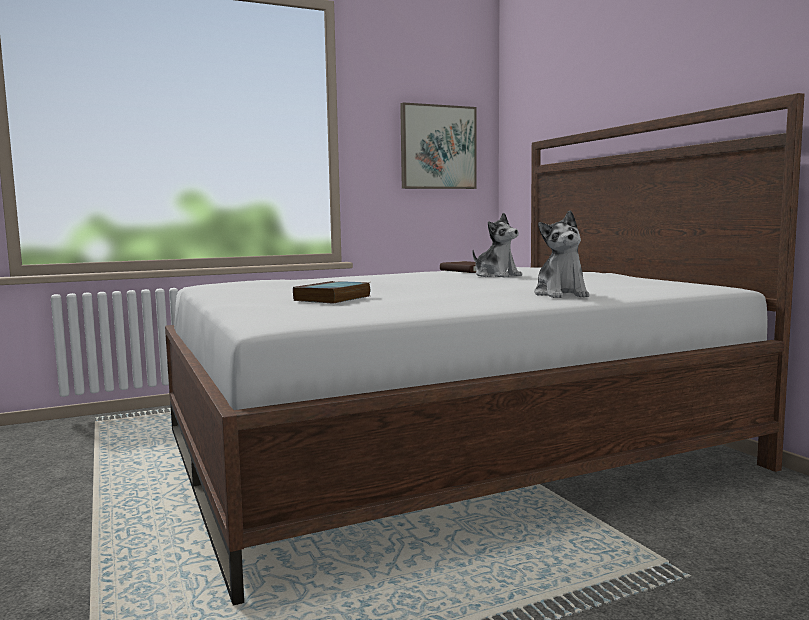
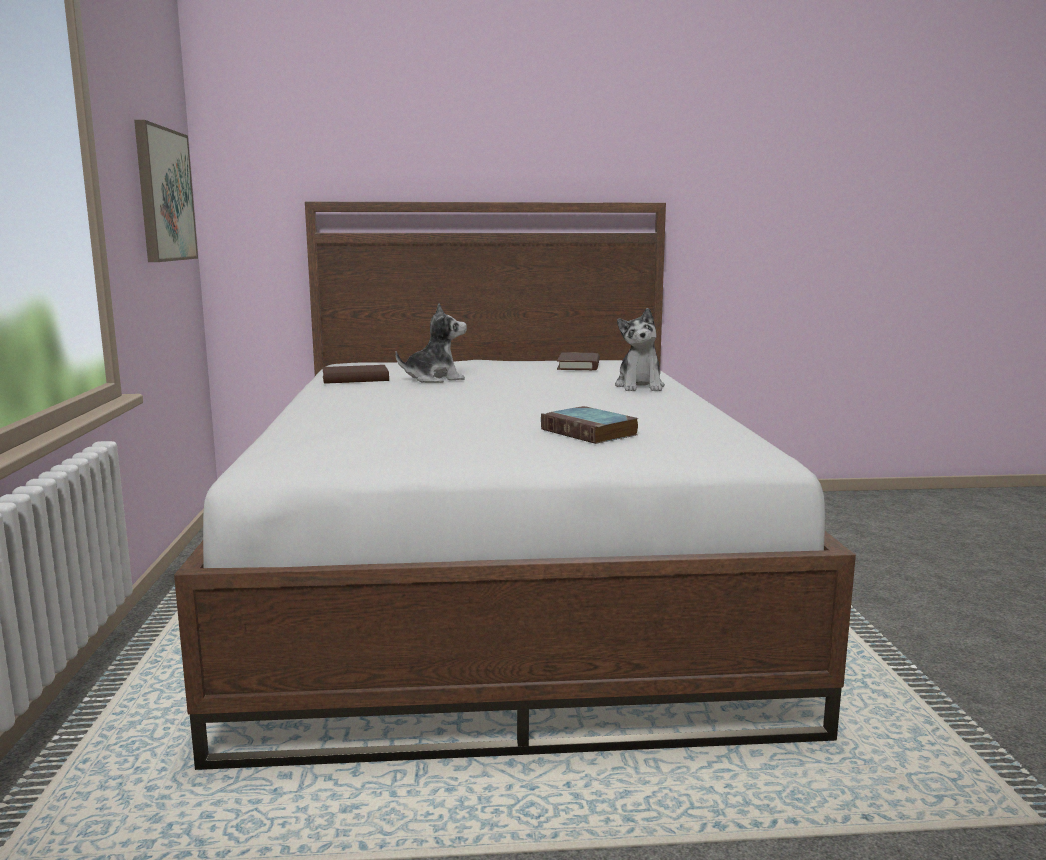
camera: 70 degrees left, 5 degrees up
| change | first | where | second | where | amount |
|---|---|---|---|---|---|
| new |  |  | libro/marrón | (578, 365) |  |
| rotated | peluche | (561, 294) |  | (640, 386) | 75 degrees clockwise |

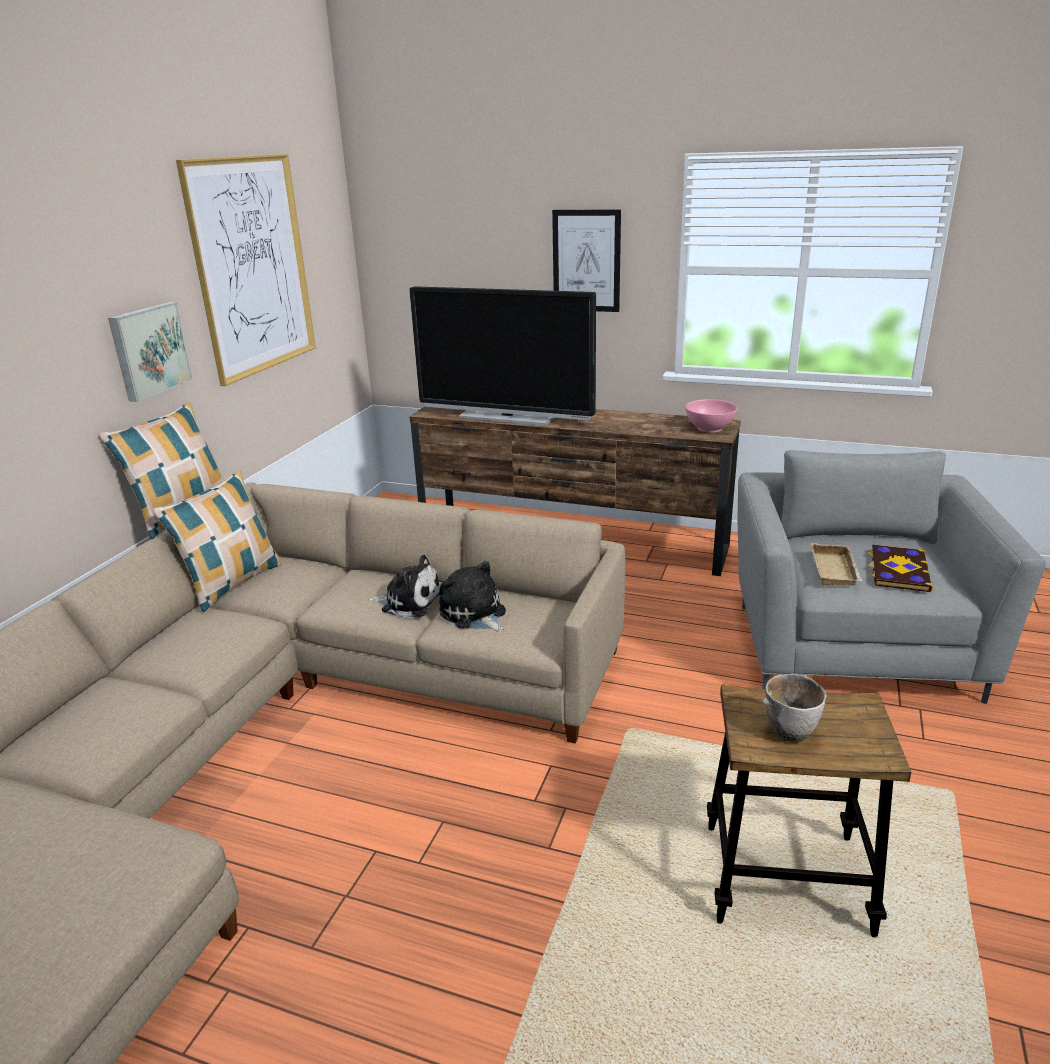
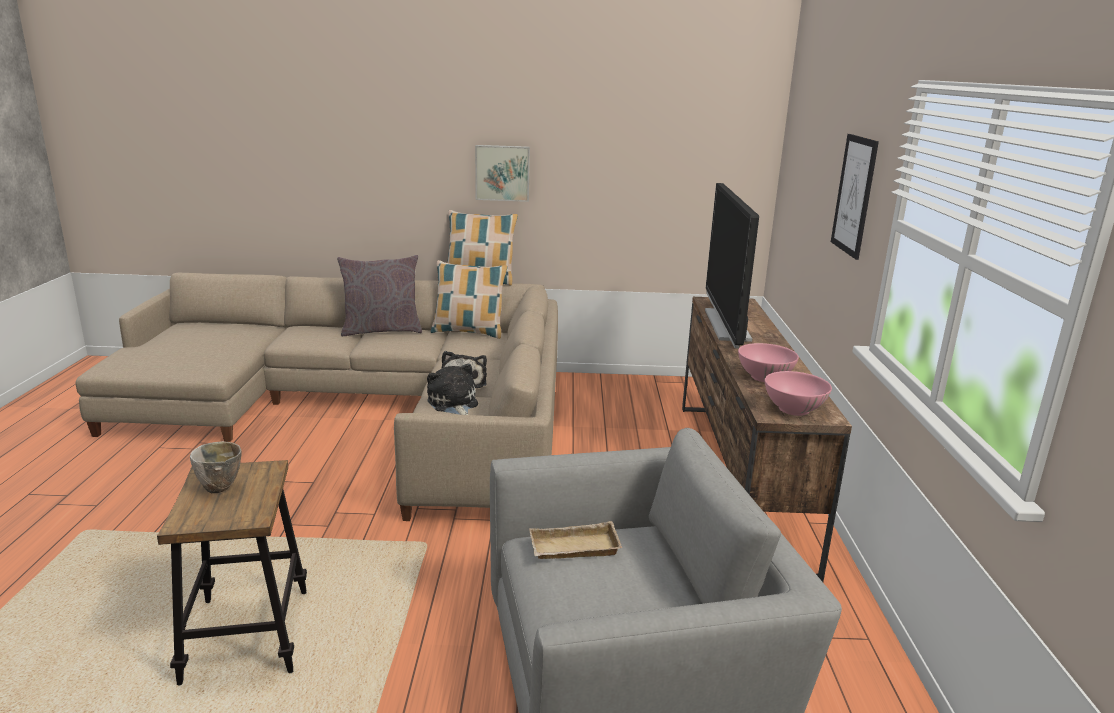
camera: 70 degrees right, 5 degrees down
| change | first | where | second | where | amount |
|---|---|---|---|---|---|
| gone | cuadro | (252, 266) |  |  |  |
| gone | libro | (898, 570) |  |  |  |
| new |  |  | cojín/gris | (381, 330) |  |
| new |  |  | cuenco/rosa | (764, 377) |  |
| rotated | peluche | (474, 614) |  | (453, 404) | 60 degrees counterclockwise |

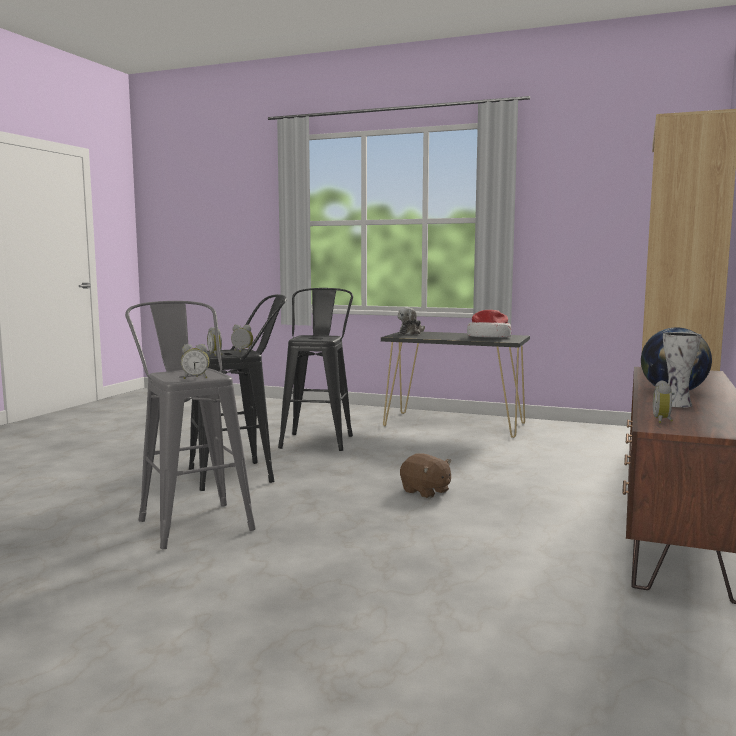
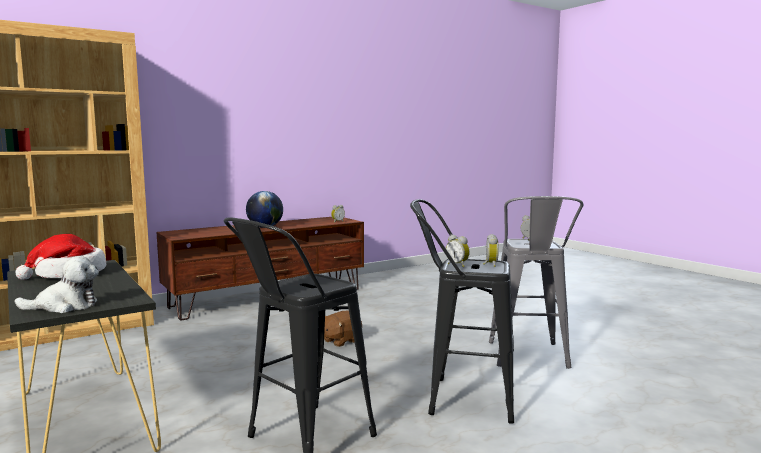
camera: 145 degrees left, 0 degrees up
| change | first | where | second | where | amount |
|---|---|---|---|---|---|
| gone | florero | (677, 405) |  |  |  |
| rotated | peluche/marrón | (425, 491) |  | (340, 341) | 120 degrees counterclockwise |

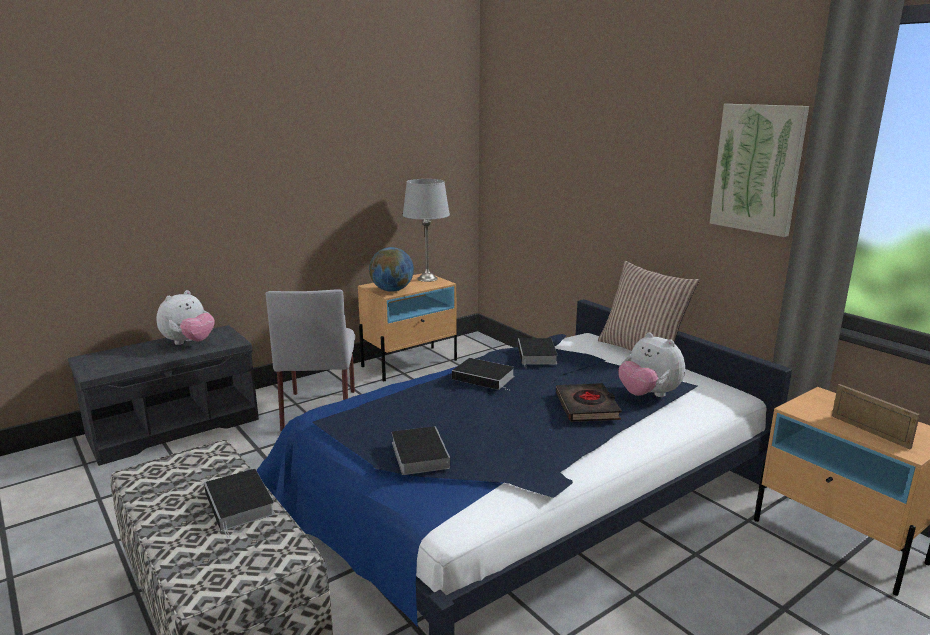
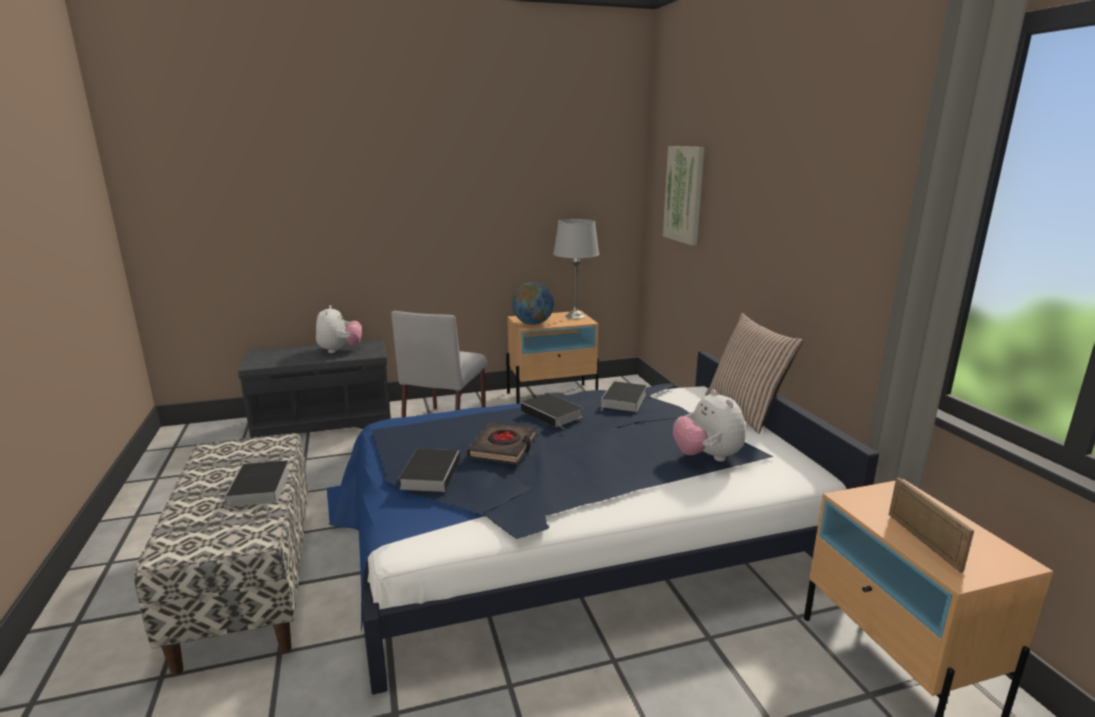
camera: 20 degrees right, 0 degrees up
| change | first | where | second | where | amount |
|---|---|---|---|---|---|
| shifted | libro/negro | (587, 407) |  | (503, 447) |  |
| shifted | cuadro | (757, 168) |  | (684, 194) |  |
| rotated | peluche | (189, 343) |  | (339, 350) | 60 degrees counterclockwise |

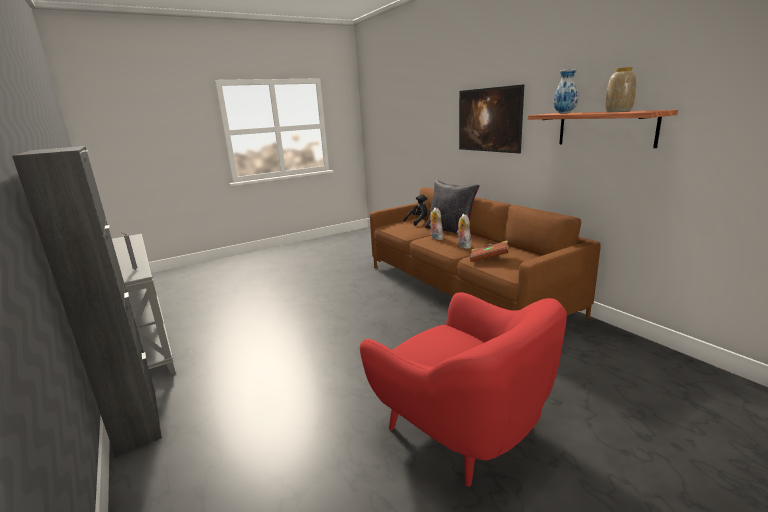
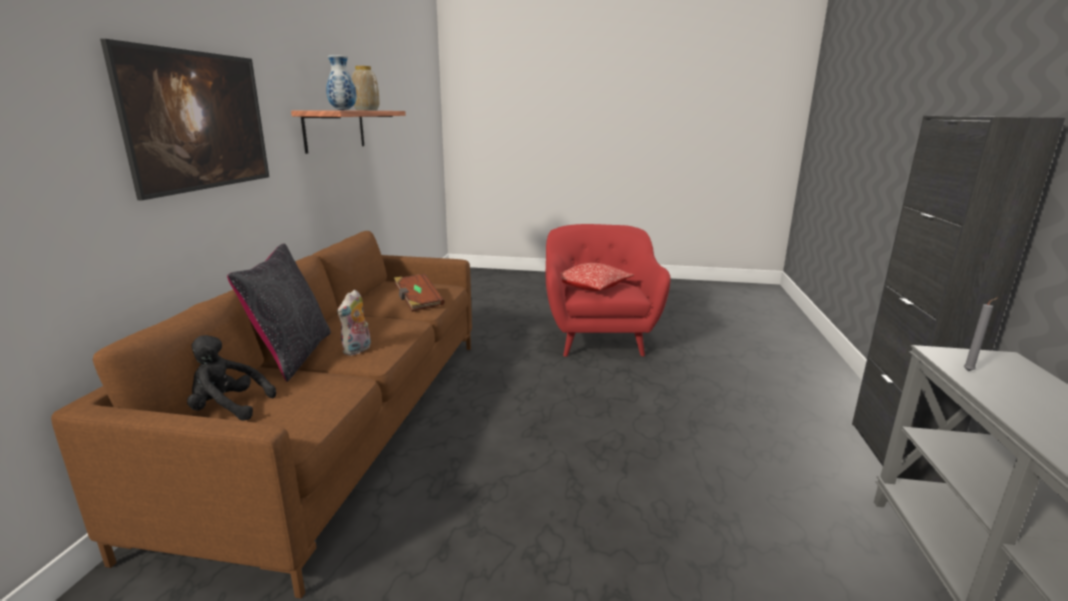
camera: 140 degrees left, 0 degrees up
| change | first | where | second | where | amount |
|---|---|---|---|---|---|
| gone | peluche | (463, 246) |  |  |  |
| new |  |  | cojín | (591, 286) |  |

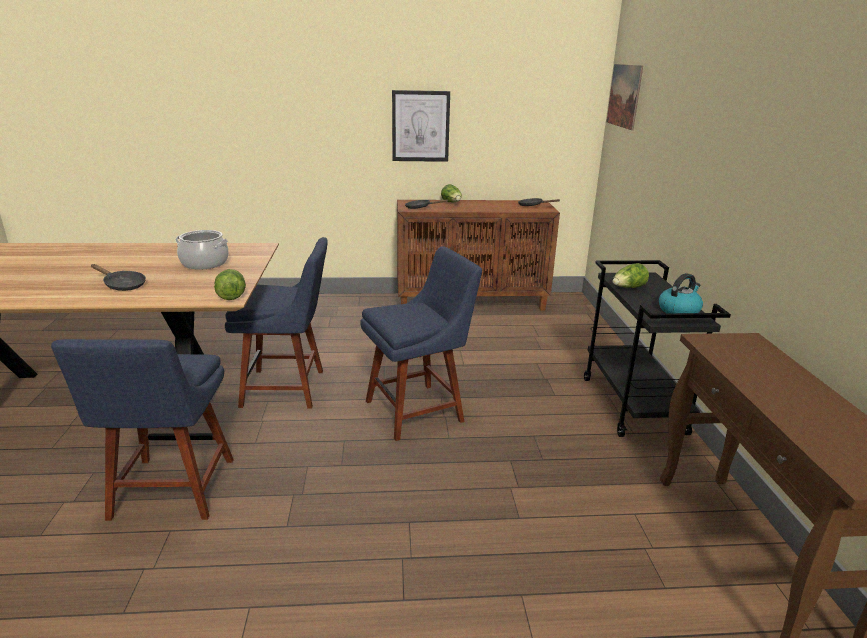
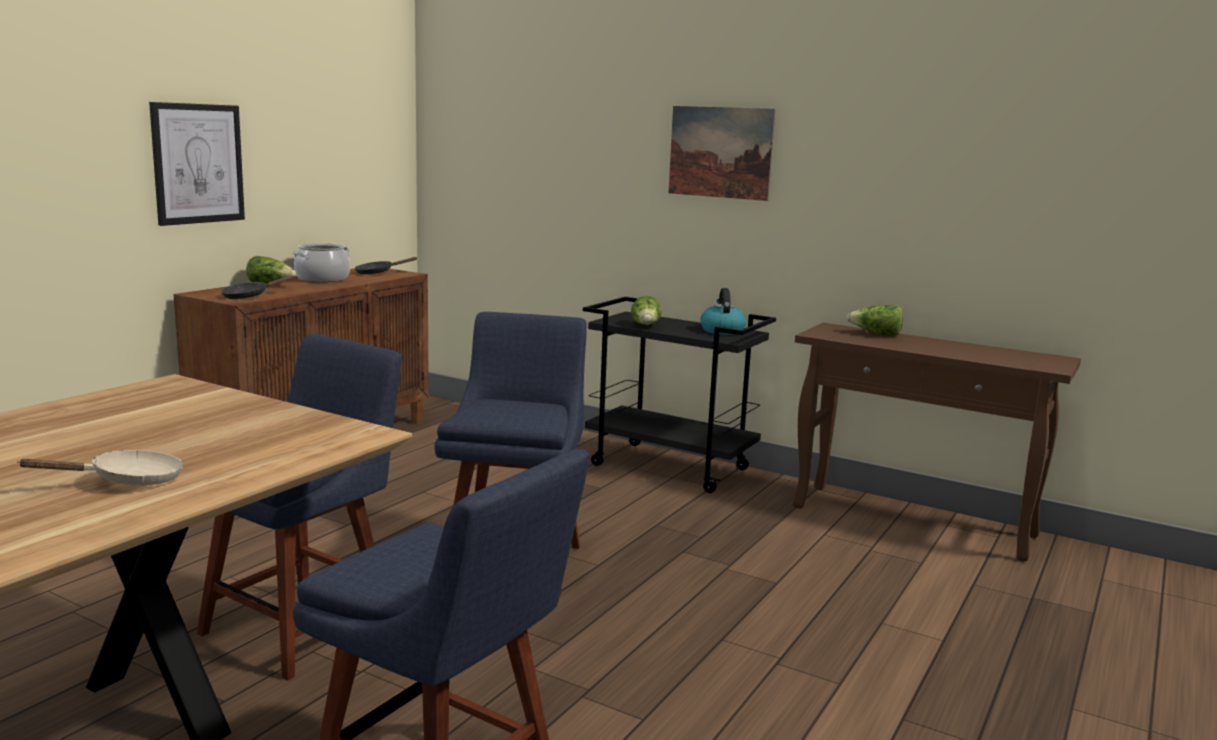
camera: 55 degrees left, 10 degrees down
| change | first | where | second | where | amount |
|---|---|---|---|---|---|
| shifted | olla | (204, 263) |  | (322, 279) |  |
| shifted | lechuga | (230, 294) |  | (876, 334) |  |
| shifted | cuadro | (624, 96) |  | (720, 152) |  |
| repainted | sartén/negro | (122, 285) | sartén/beis | (128, 480) |  |

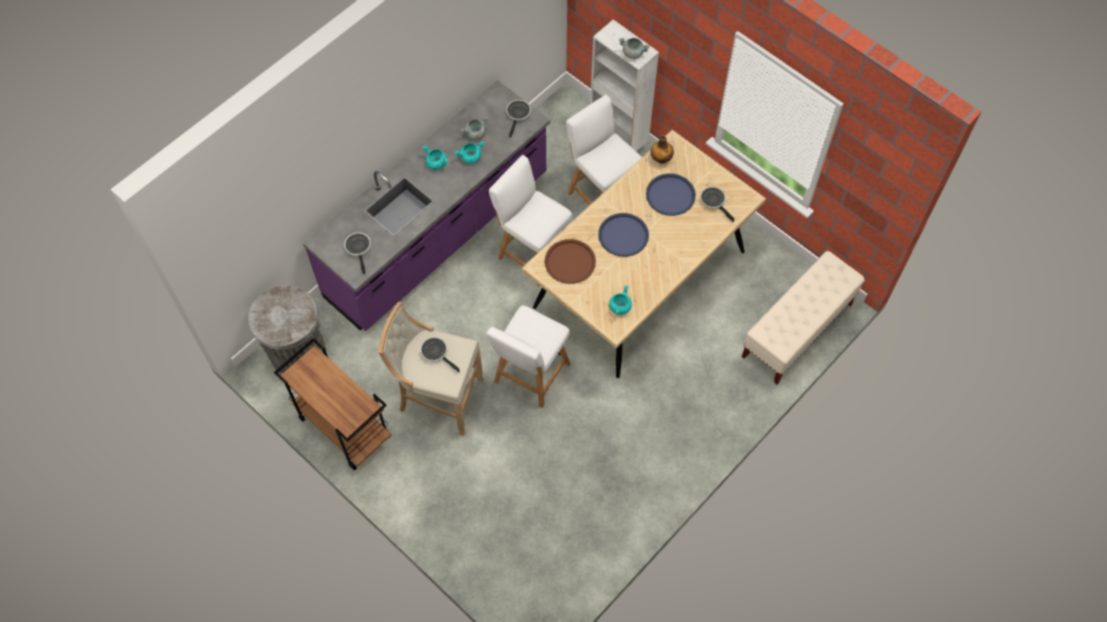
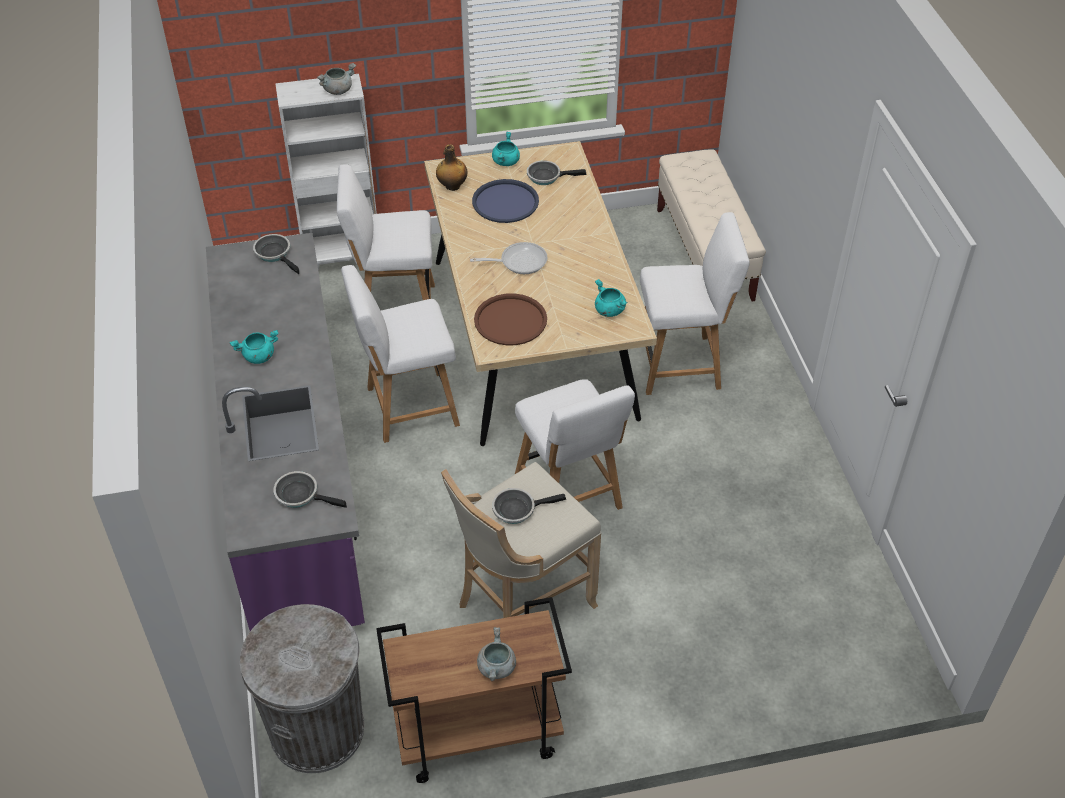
camera: 55 degrees left, 15 degrees down
| change | first | where | second | where | amount |
|---|---|---|---|---|---|
| new |  |  | silla/blanco | (682, 364) |  |
| shifted | olla/turquesa | (470, 158) |  | (506, 162) |  |
| shifted | olla/gris | (475, 134) |  | (497, 668) |  |
| swapped | bandeja/azul | (623, 235) | sartén | (519, 261) |  |

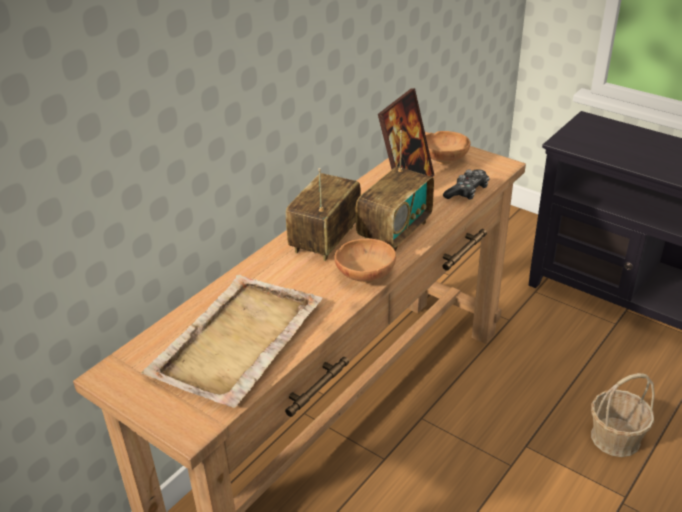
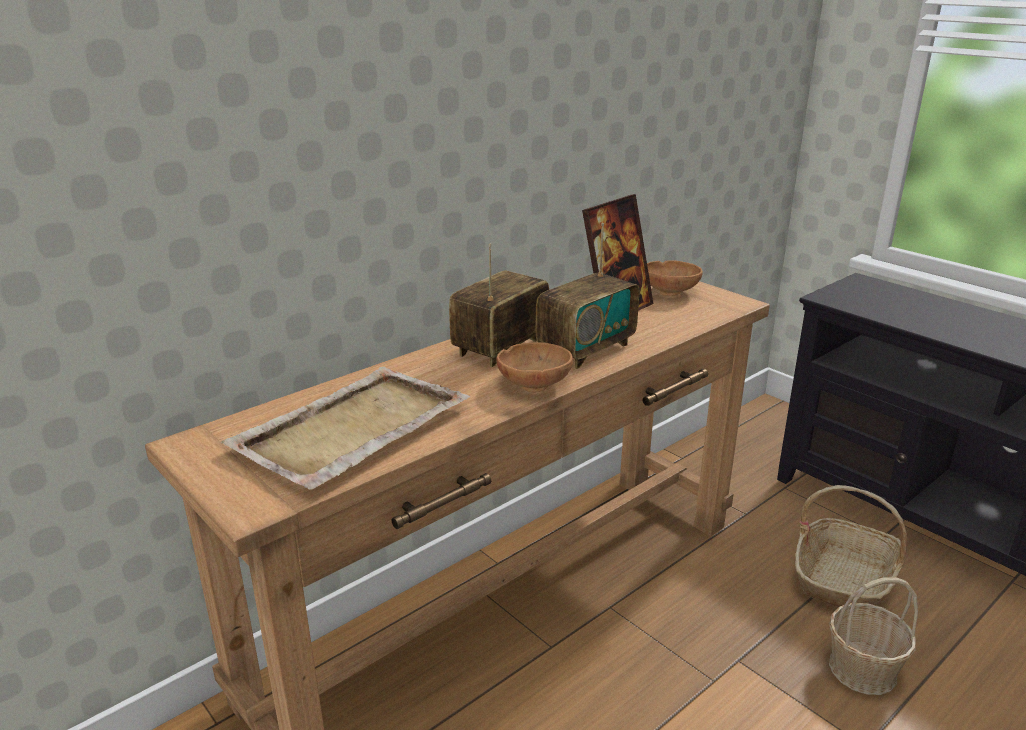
camera: 10 degrees right, 10 degrees down
| change | first | where | second | where | amount |
|---|---|---|---|---|---|
| gone | mando de consola | (467, 192) |  |  |  |
| new |  |  | cesta | (845, 578) |  |

